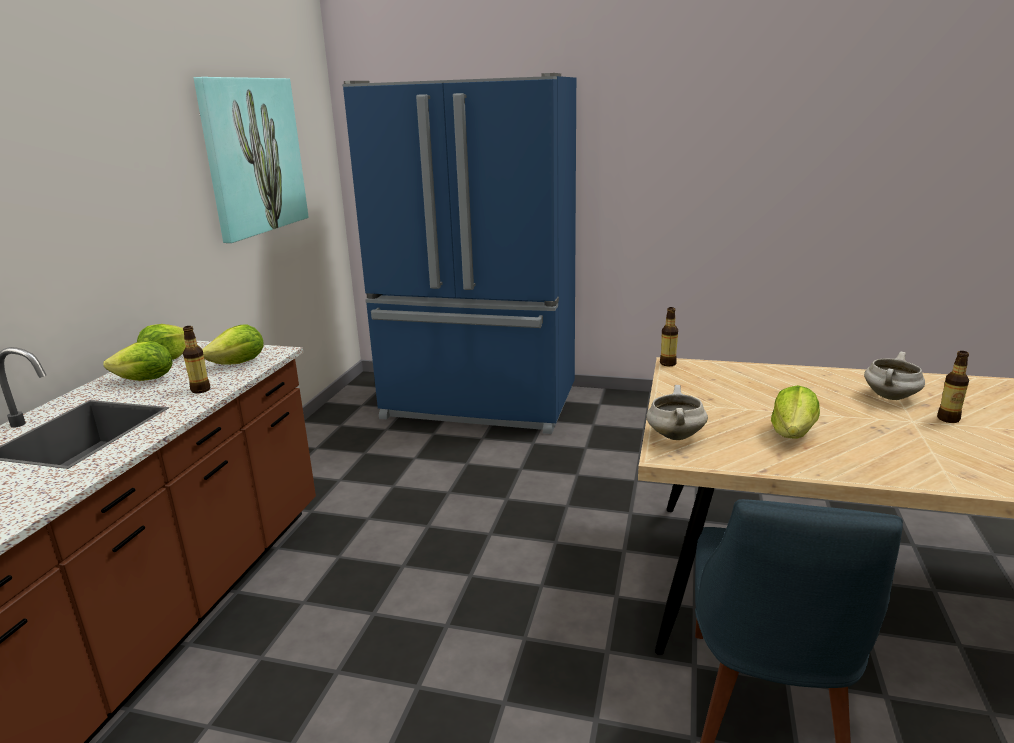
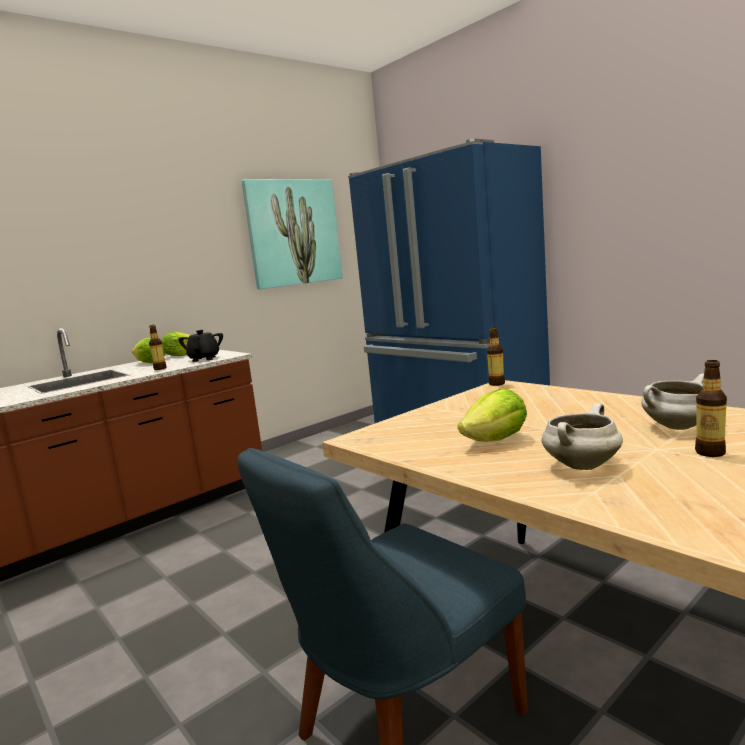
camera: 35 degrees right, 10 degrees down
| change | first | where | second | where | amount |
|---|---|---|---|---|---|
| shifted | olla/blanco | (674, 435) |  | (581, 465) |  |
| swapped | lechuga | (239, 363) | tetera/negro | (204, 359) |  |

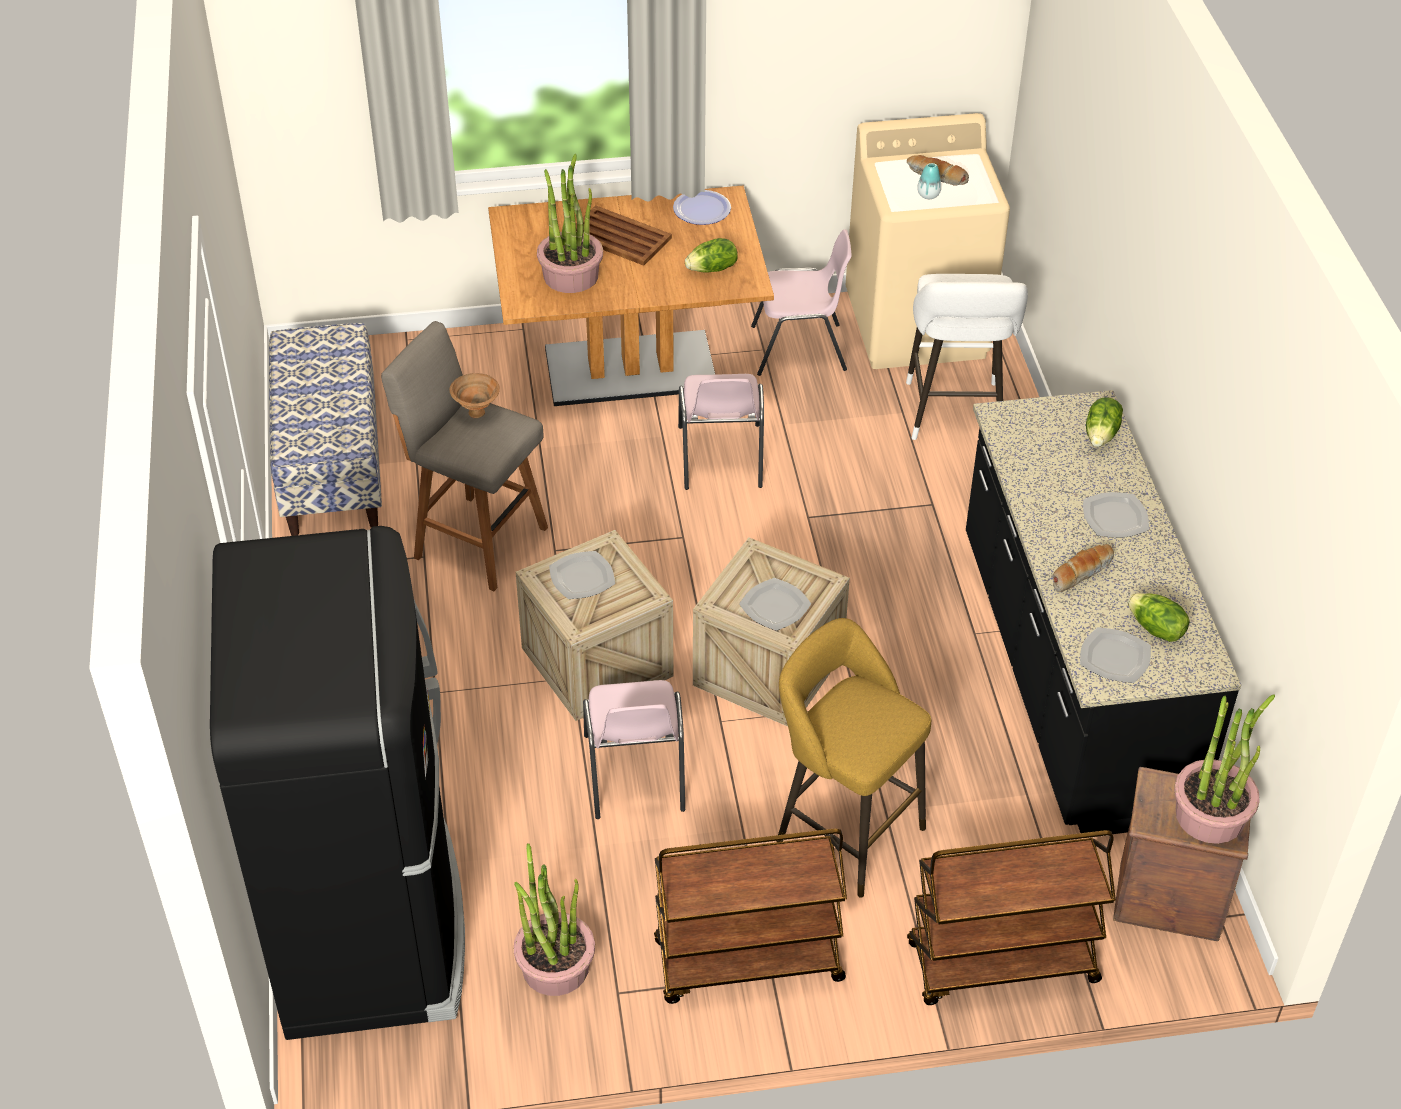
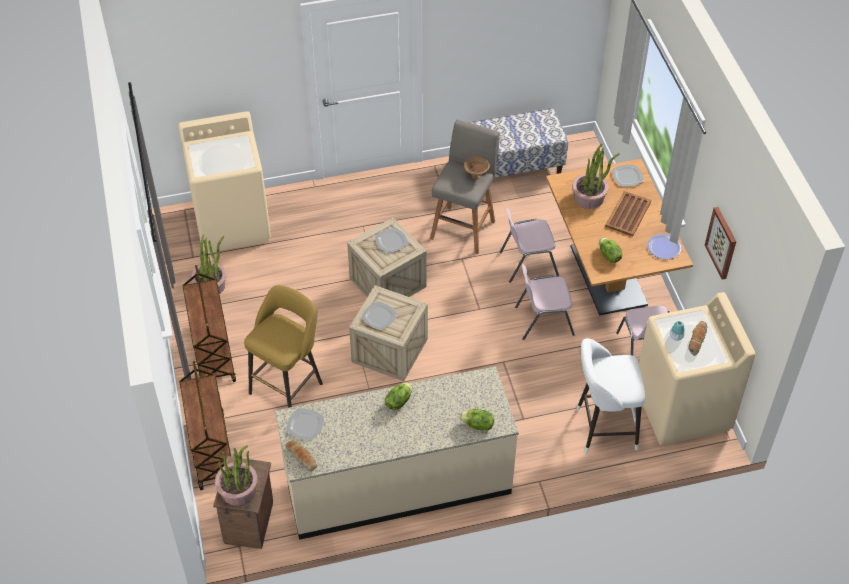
camera: 85 degrees right, 5 degrees up
| change | first | where | second | where | amount |
|---|---|---|---|---|---|
| new |  |  | cuadro | (722, 242) |  |
| shifted | silla/rosa | (634, 774) |  | (527, 263) |  |
| shifted | pan | (1081, 572) |  | (302, 458) |  |
| shifted | plato | (1114, 518) |  | (627, 176) |  |
| shifted | lechuga | (1155, 629) |  | (398, 401) |  |
| swapped | nevera/negro | (371, 923) | lavadora/beis | (233, 223) |  |
| repainted | mueble bajo de cocina/negro | (1070, 677) | mueble bajo de cocina/beis | (397, 483) |  |

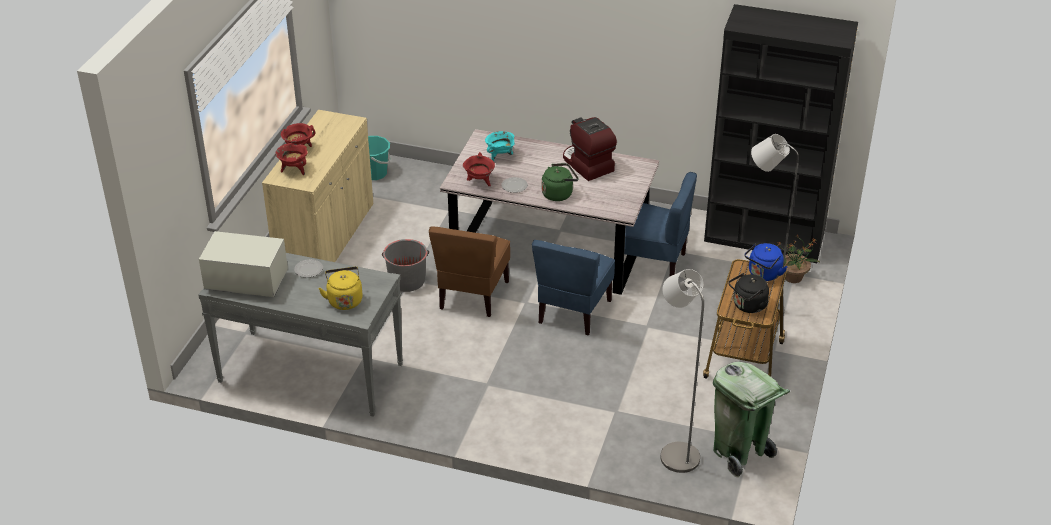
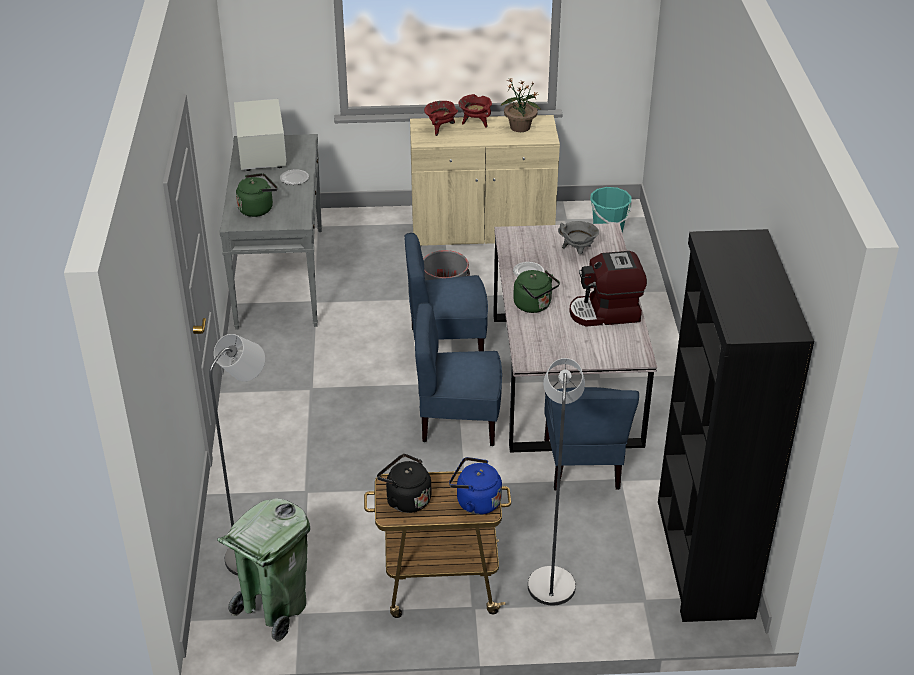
camera: 70 degrees right, 0 degrees up
| change | first | where | second | where | amount |
|---|---|---|---|---|---|
| gone | olla/rojo | (479, 182) |  |  |  |
| shifted | planta en maceta | (793, 277) |  | (520, 127) |  |
| repainted | hervidor/amarillo | (344, 300) | hervidor/verde | (257, 208) |  |
| repainted | silla/marrón | (472, 295) | silla/azul | (446, 344) |  |
| repainted | olla/turquesa | (500, 157) | olla/gris | (578, 251) |  |
| rotated | cafetera | (586, 165) |  | (605, 313) | 135 degrees counterclockwise |

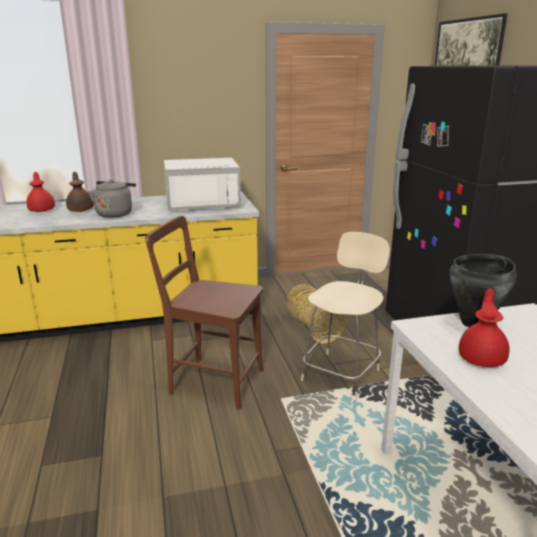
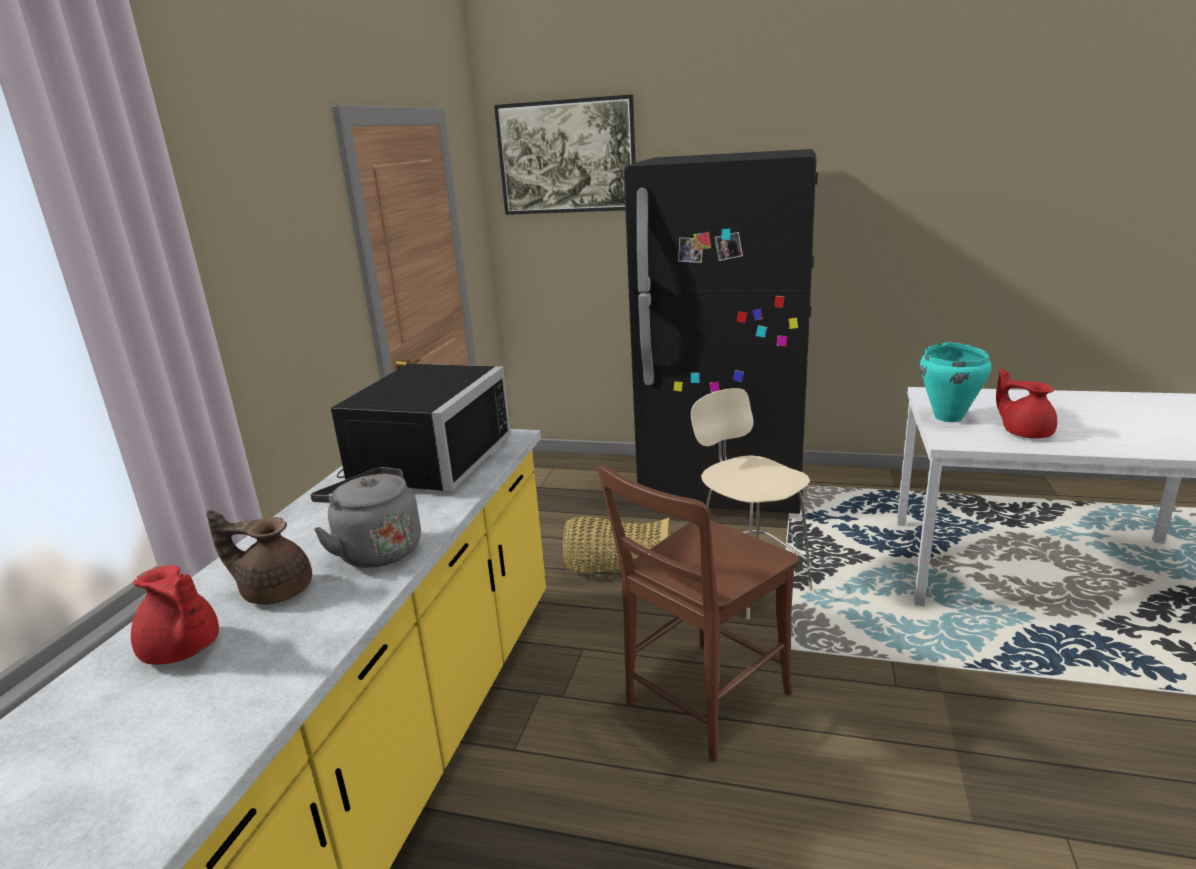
camera: 60 degrees left, 0 degrees up
| change | first | where | second | where | amount |
|---|---|---|---|---|---|
| repainted | microondas/blanco | (202, 202) | microondas/negro | (423, 461) |  |
| repainted | olla/negro | (474, 323) | olla/turquesa | (948, 417) |  |
| rotated | tetera/rojo | (42, 210) |  | (182, 651) | 150 degrees counterclockwise |

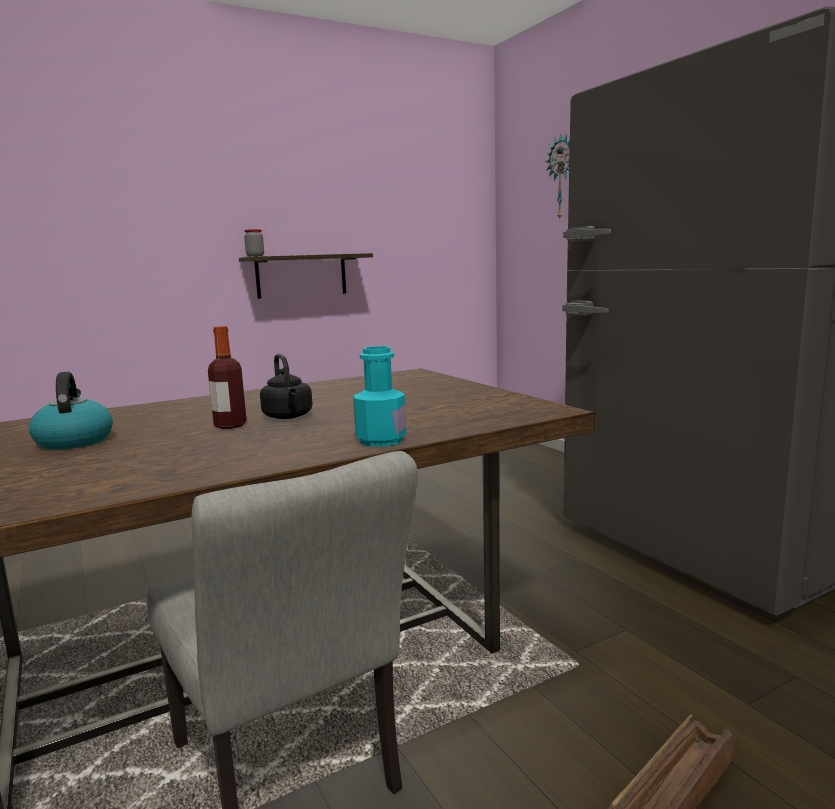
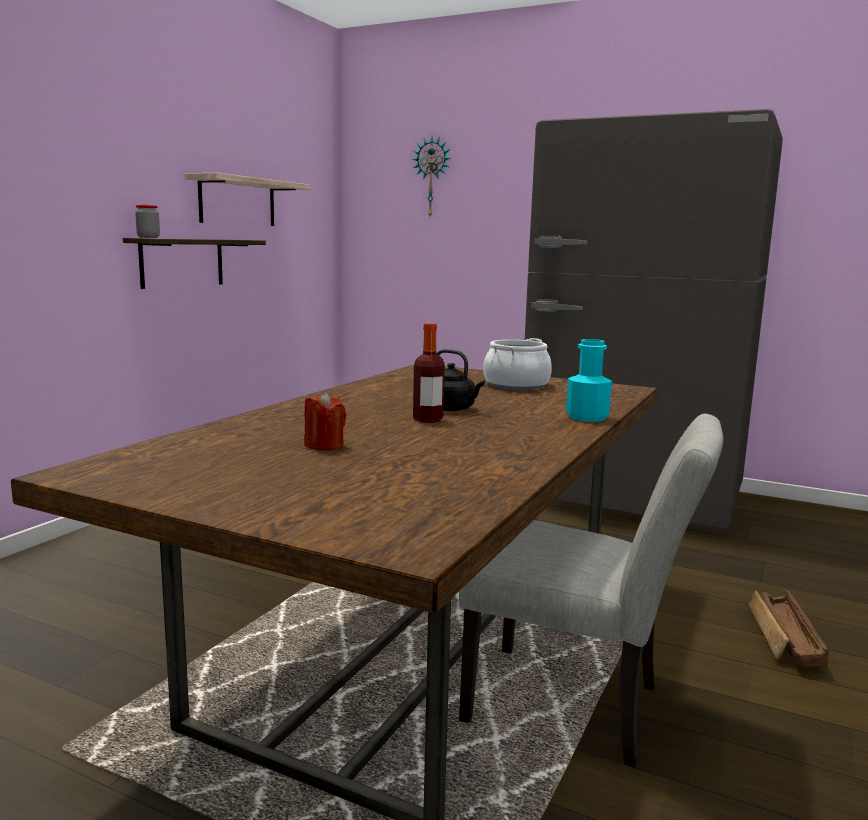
camera: 35 degrees left, 0 degrees up
| change | first | where | second | where | amount |
|---|---|---|---|---|---|
| new |  |  | estante | (237, 202) |  |
| new |  |  | olla | (516, 385) |  |
| swapped | hervidor | (74, 441) | vela/rojo | (324, 446) |  |

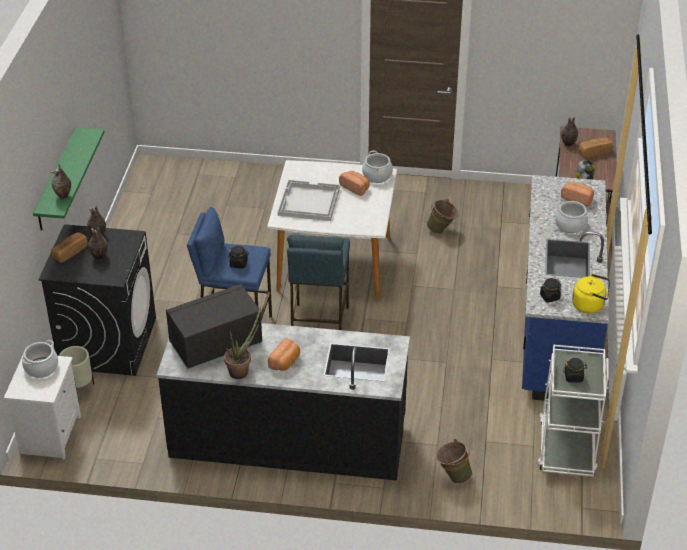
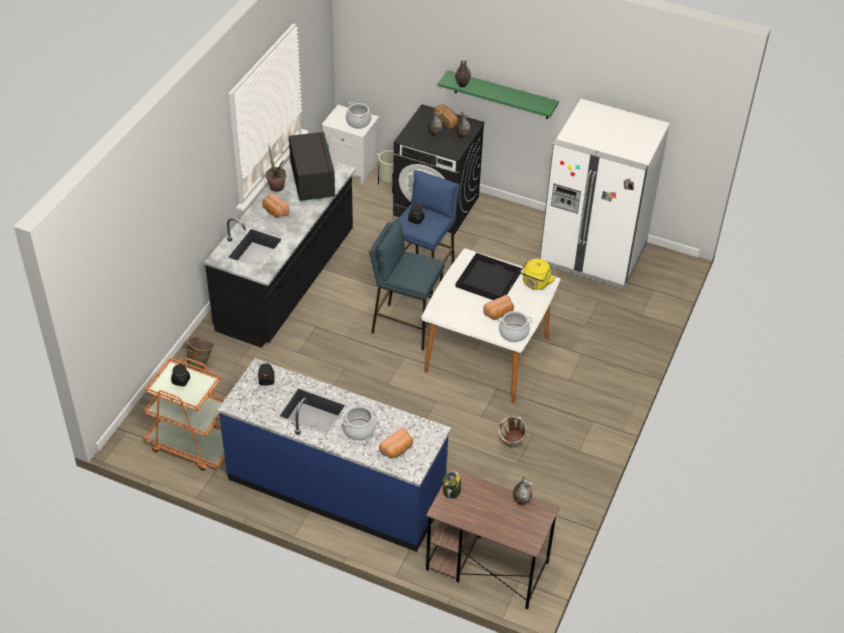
camera: 105 degrees right, 5 degrees up
| change | first | where | second | where | amount |
|---|---|---|---|---|---|
| gone | pan | (594, 152) |  |  |  |
| new |  |  | nevera/blanco | (593, 255) |  |
| shifted | hervidor/amarillo | (590, 305) |  | (535, 284) |  |
| repainted | bandeja/blanco | (308, 202) | bandeja/negro | (488, 278) |  |
| repainted | cubo/verde | (442, 230) | cubo/beis | (511, 446) |  |
| repainted | carrito/blanco | (567, 446) | carrito/naranja | (192, 444) |  |

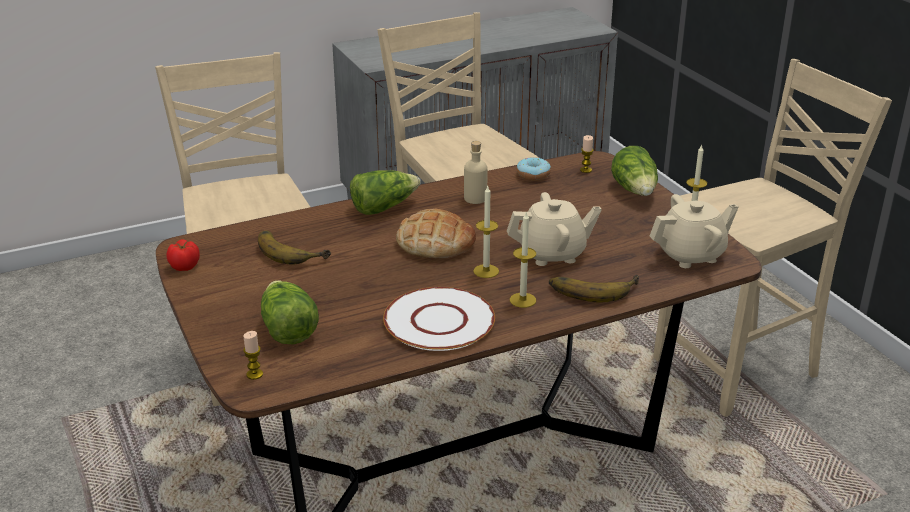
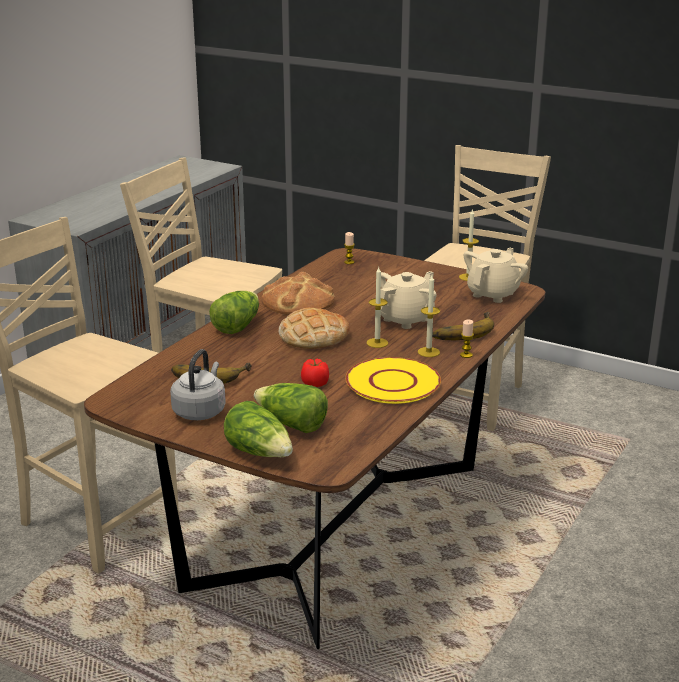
camera: 35 degrees left, 5 degrees down
| change | first | where | second | where | amount |
|---|---|---|---|---|---|
| gone | rosquilla | (533, 175) |  |  |  |
| new |  |  | hervidor/gris | (200, 411) |  |
| shifted | tomate | (185, 266) |  | (315, 383) |  |
| shifted | vela | (254, 374) |  | (466, 355) |  |
| shifted | lechuga | (635, 191) |  | (260, 453) |  |
| swapped | botella/beis | (475, 198) | pan | (298, 301) |  |
| repainted | plato/blanco | (439, 321) | plato/amarillo | (393, 382) |  |

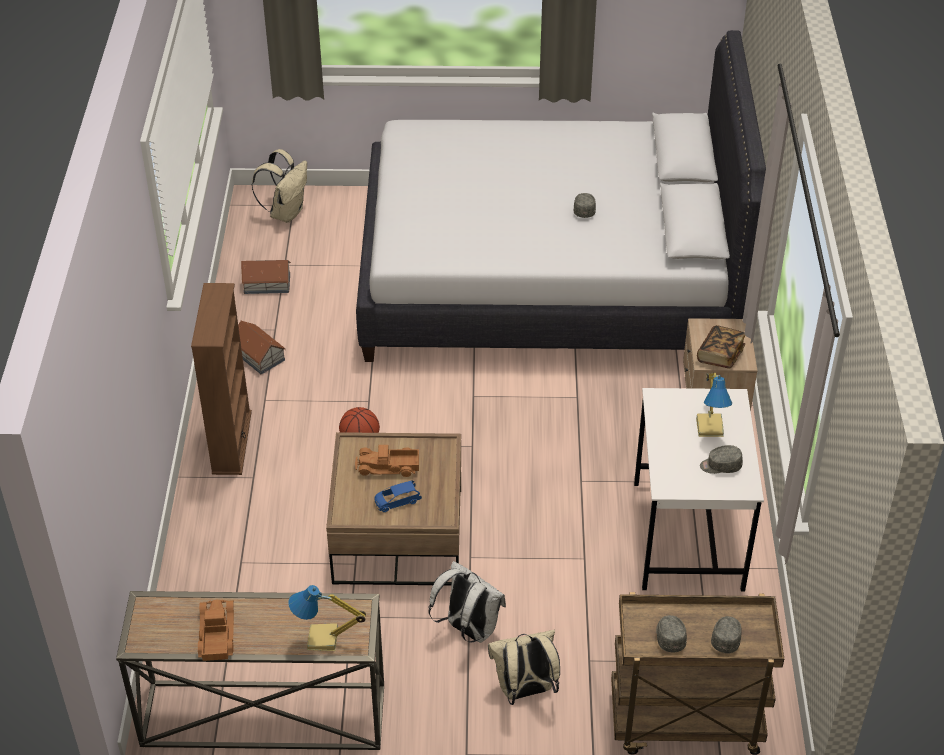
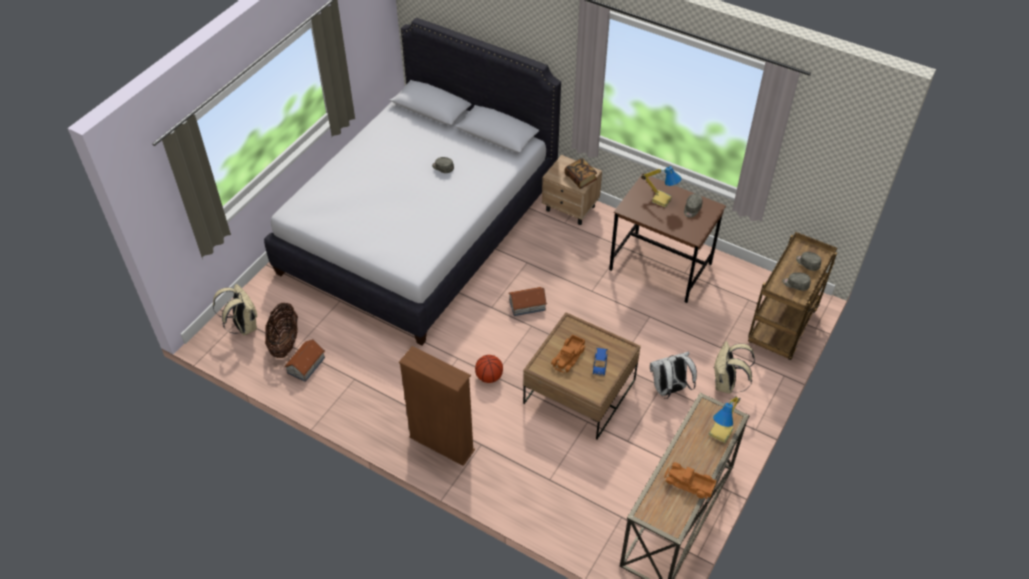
camera: 60 degrees left, 5 degrees up
| change | first | where | second | where | amount |
|---|---|---|---|---|---|
| new |  |  | cesta | (285, 342) |  |
| shifted | casita | (258, 355) |  | (526, 305) |  |
| repainted | escritorio/blanco | (688, 536) | escritorio/marrón | (661, 267) |  |

